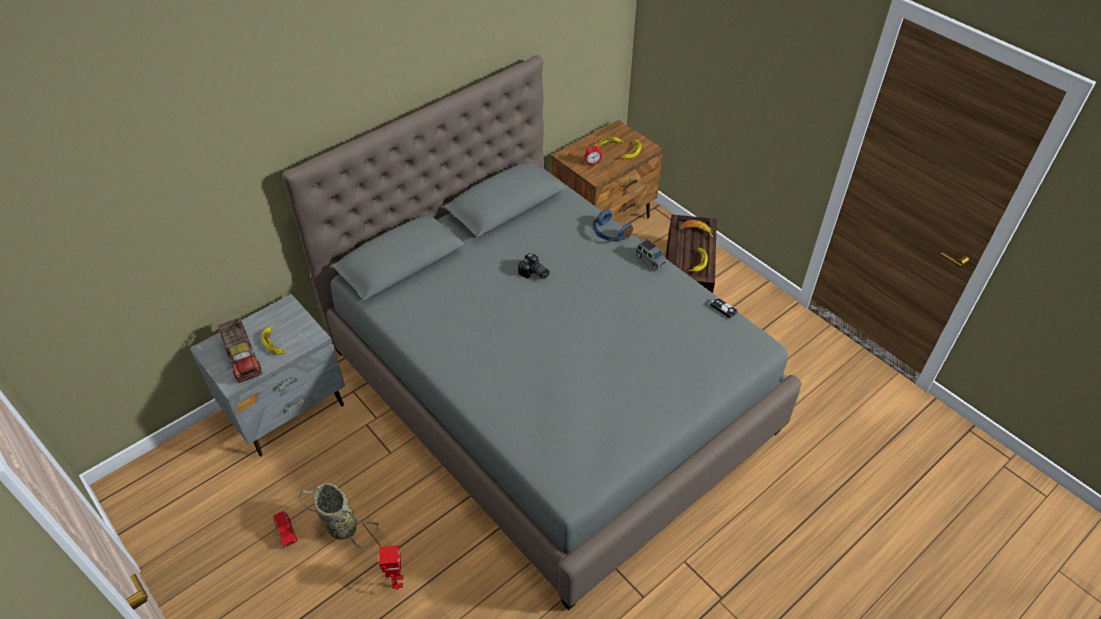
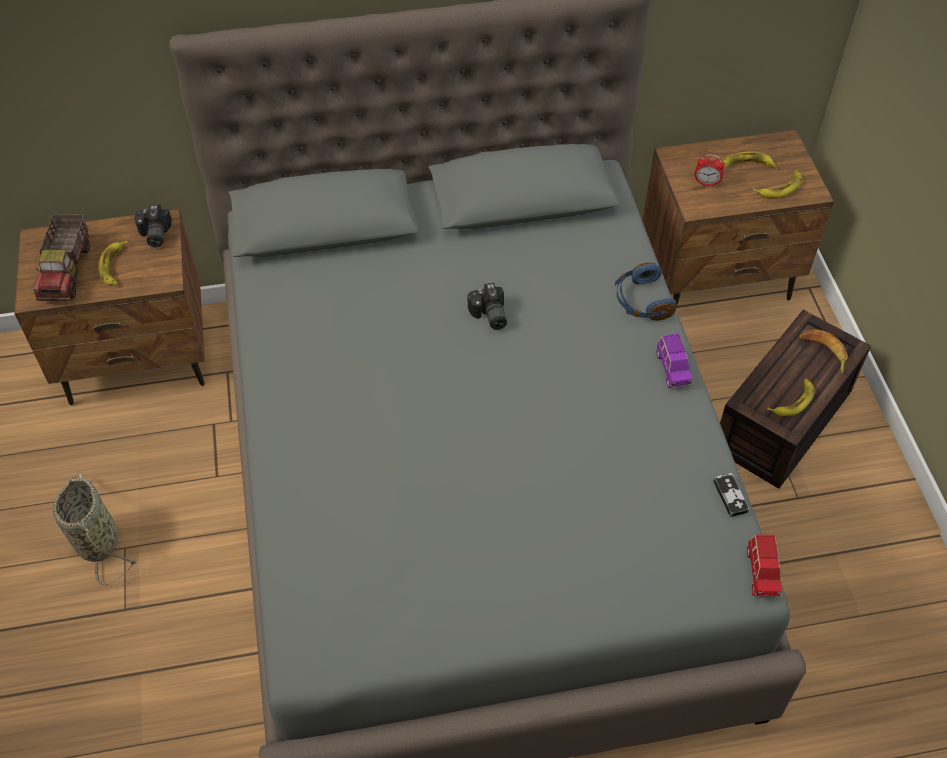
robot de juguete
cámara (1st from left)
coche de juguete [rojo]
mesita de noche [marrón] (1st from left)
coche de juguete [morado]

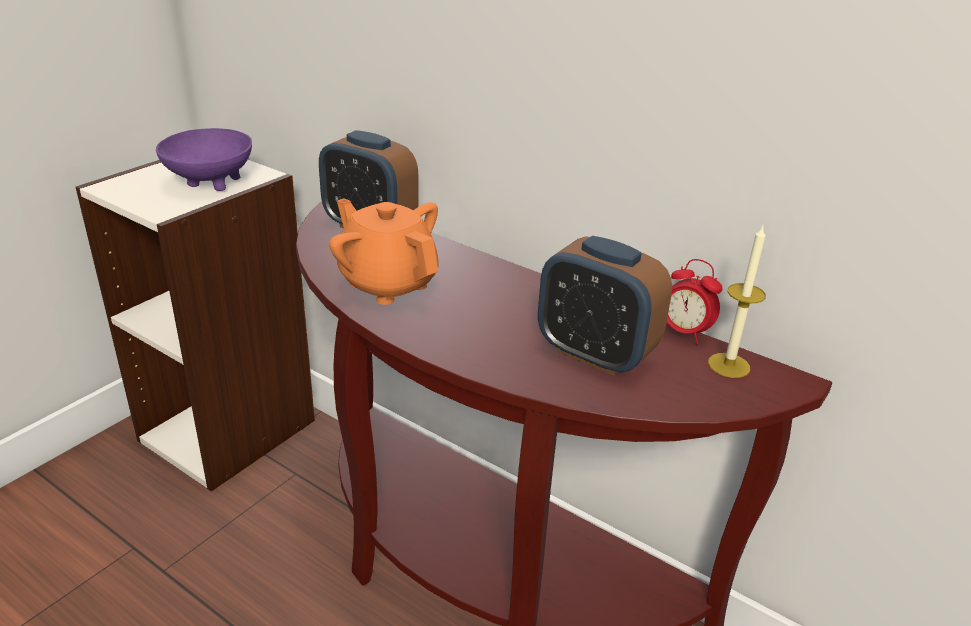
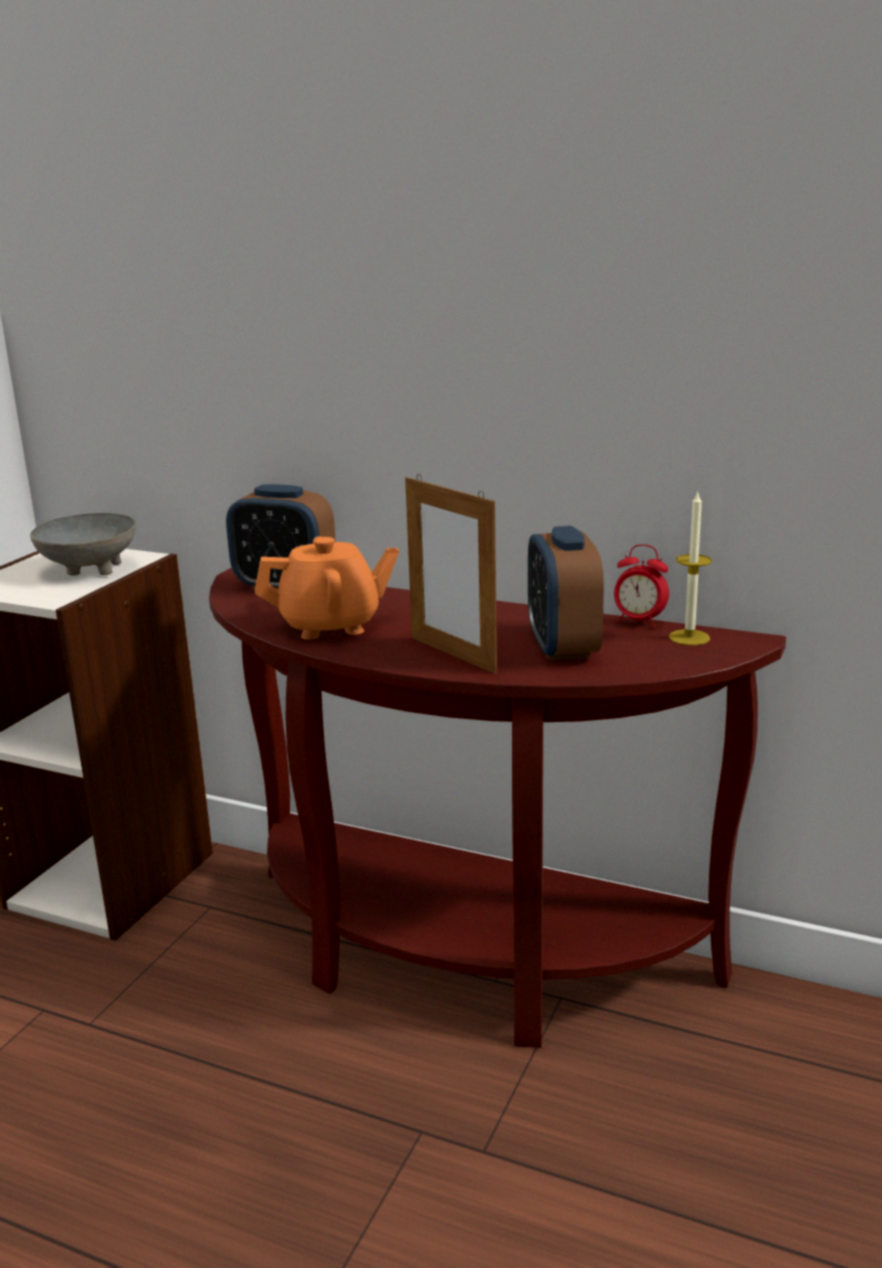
portarretratos
cuenco [gris]
tetera [naranja]
despertador (2nd from left)

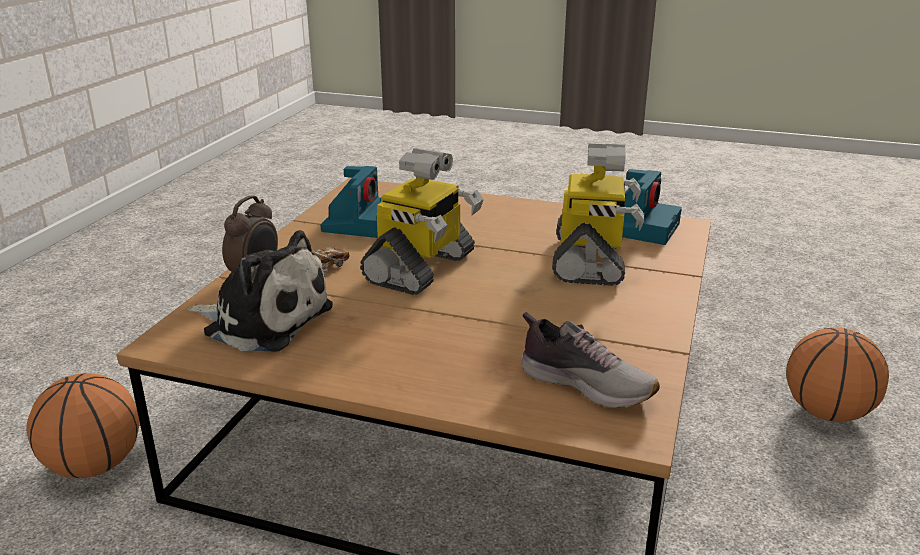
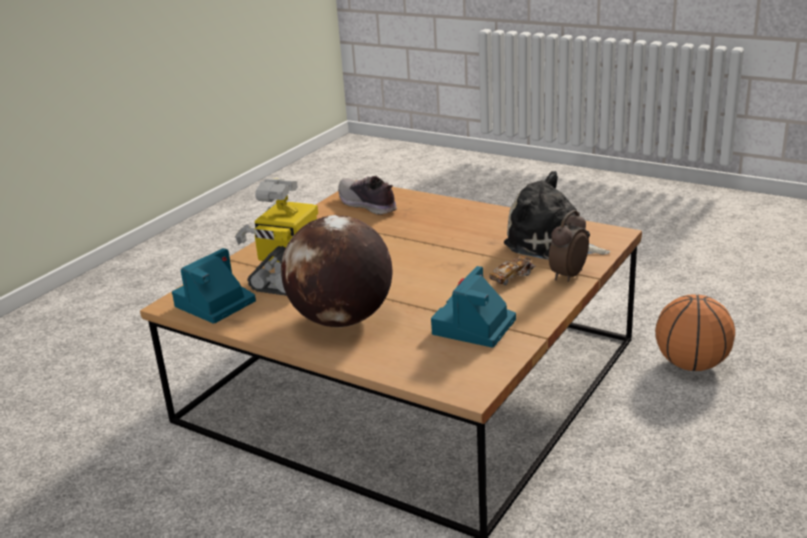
robot de juguete (1st from left in the first image)
balón de baloncesto (2nd from left in the first image)
globo terráqueo

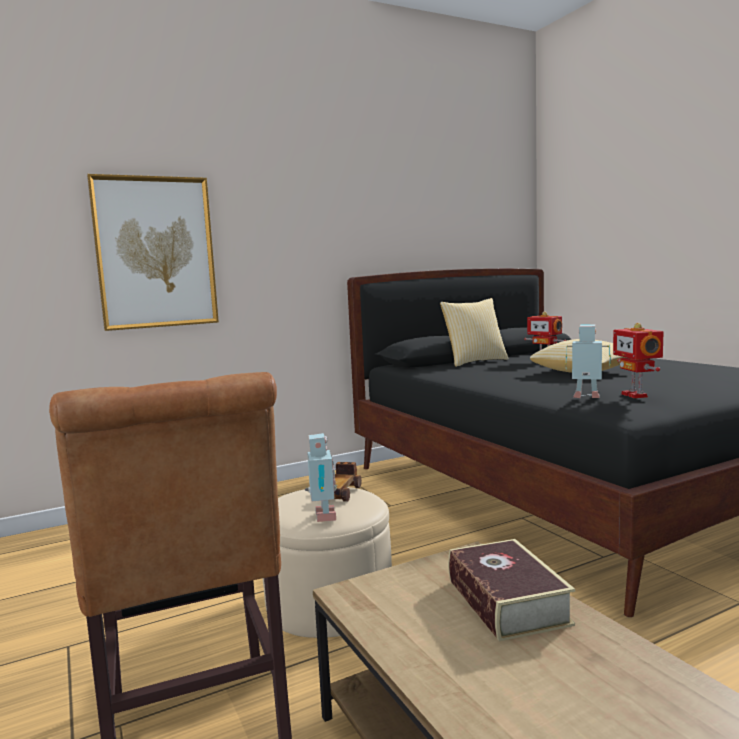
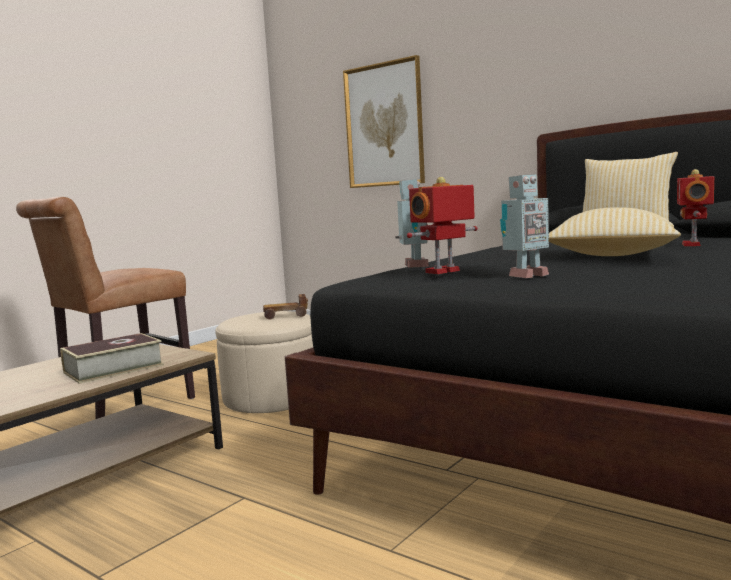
robot de juguete (3rd from left)

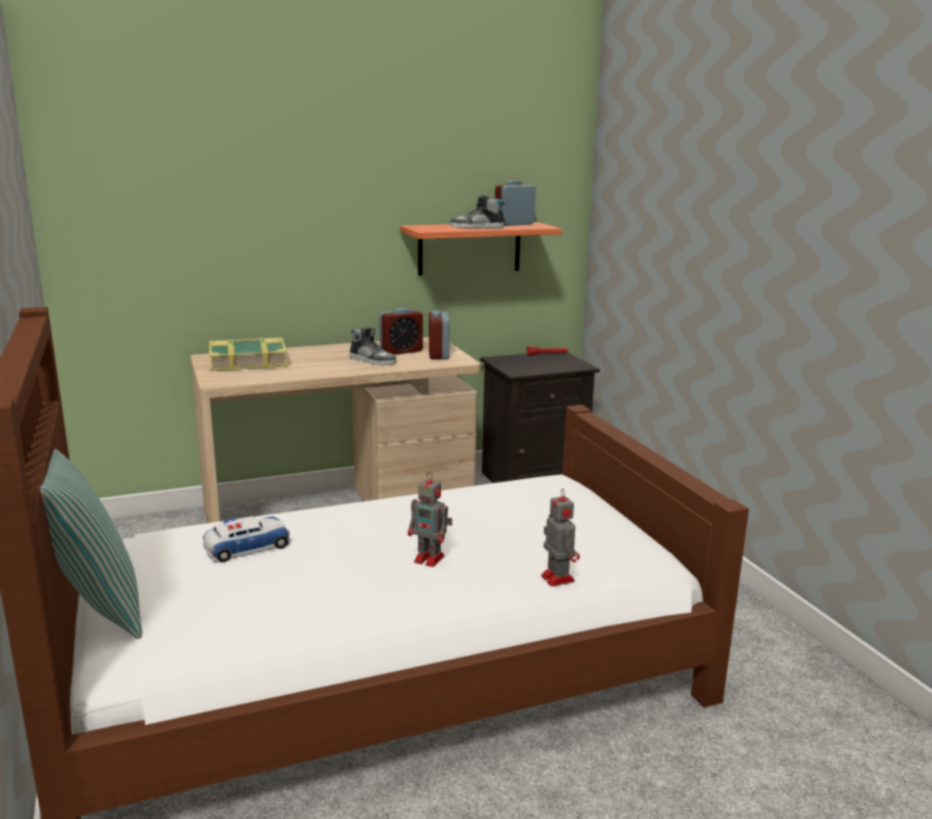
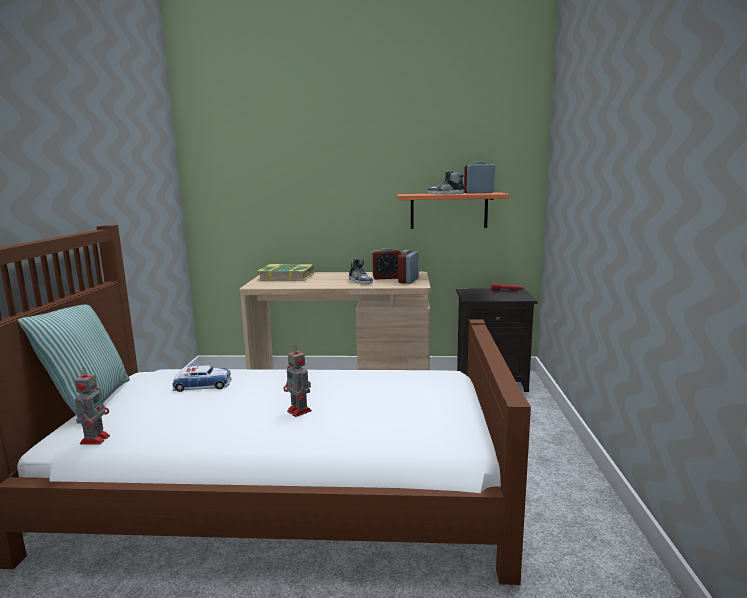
robot de juguete (1st from left)

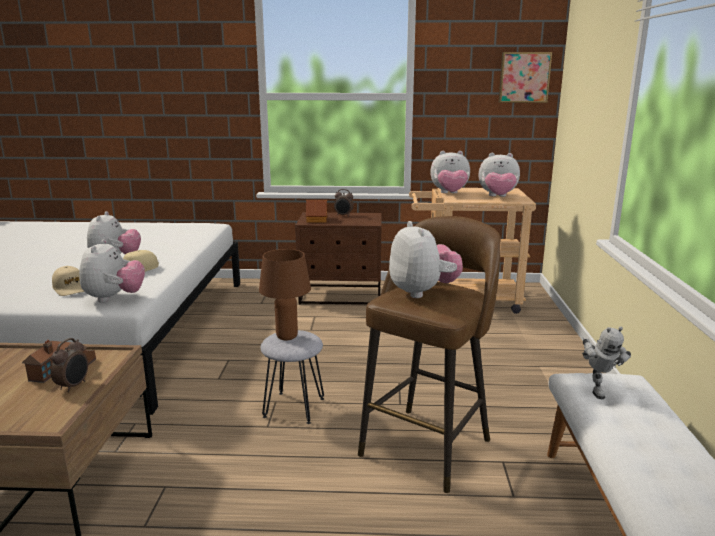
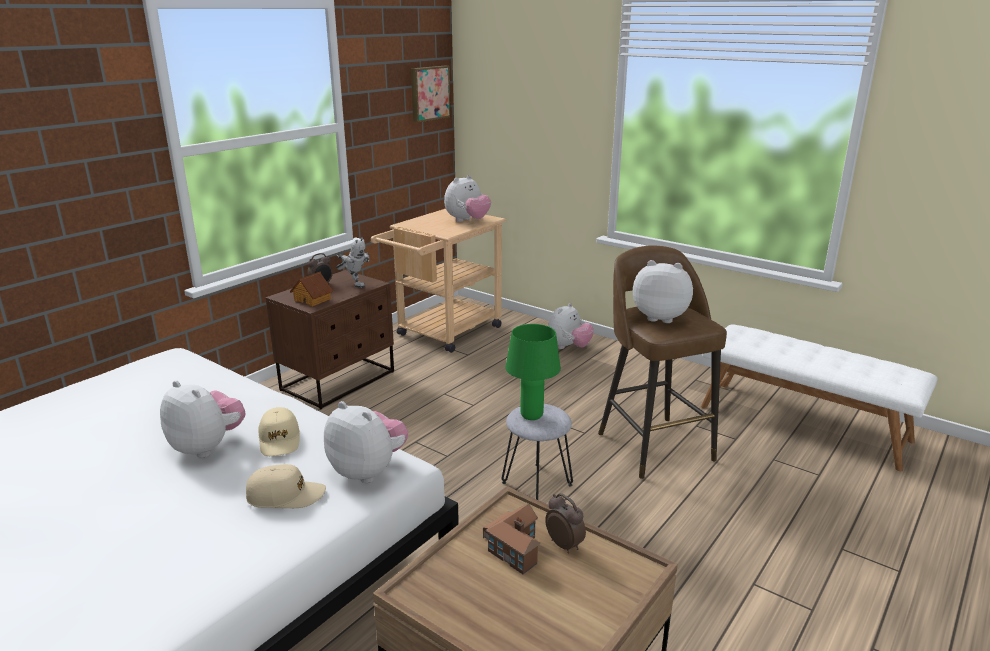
peluche (4th from left)
robot de juguete
lámpara de mesa [verde]

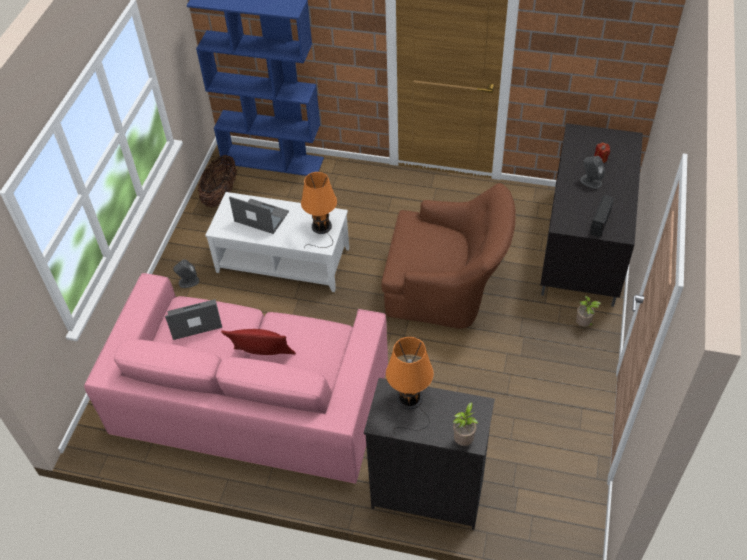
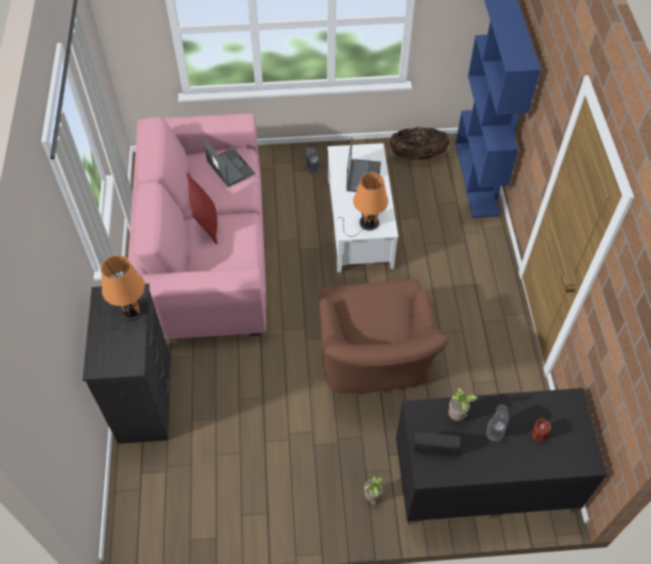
planta en maceta (2nd from left)

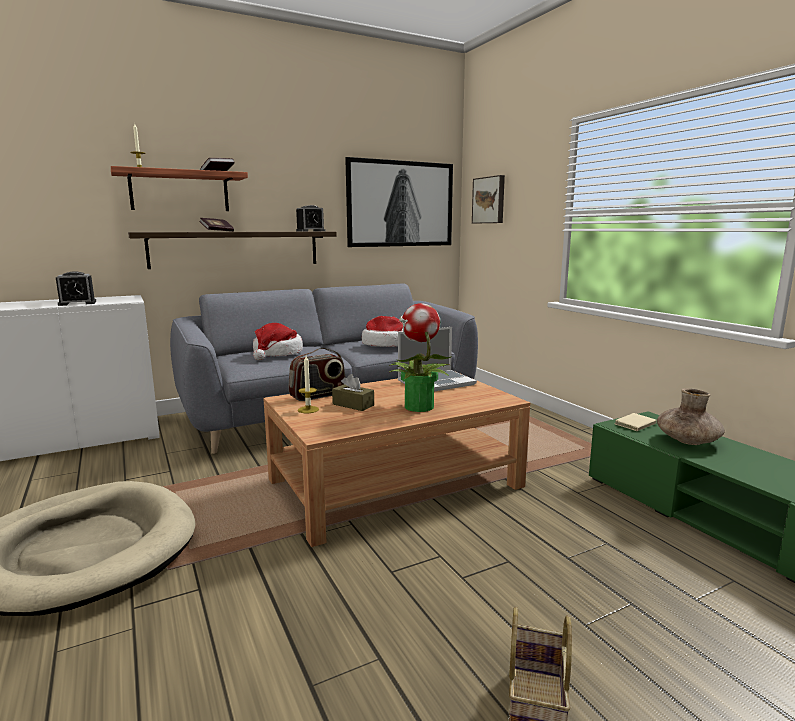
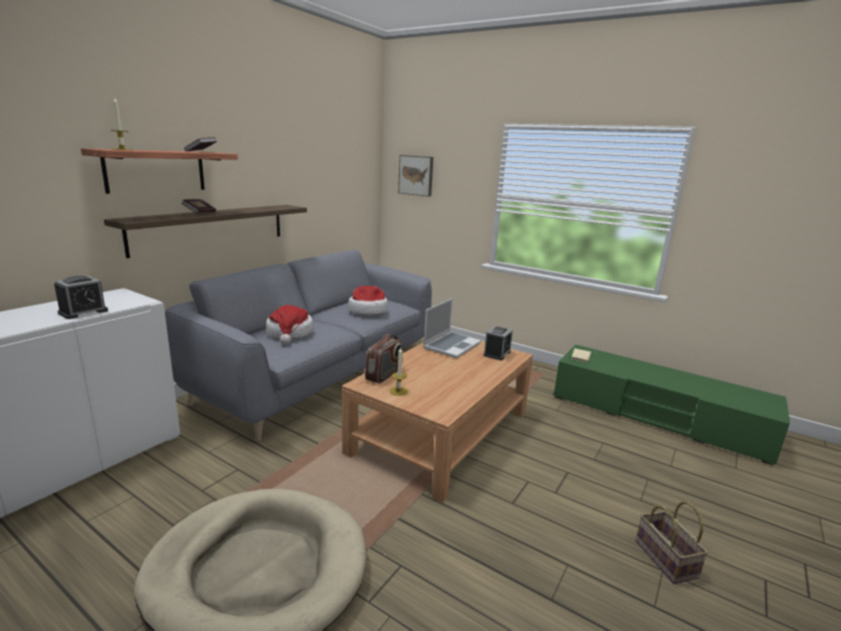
caja de pañuelos [marrón]
cuadro (1st from left in the first image)
planta en maceta
florero [marrón]
despertador (2nd from left)

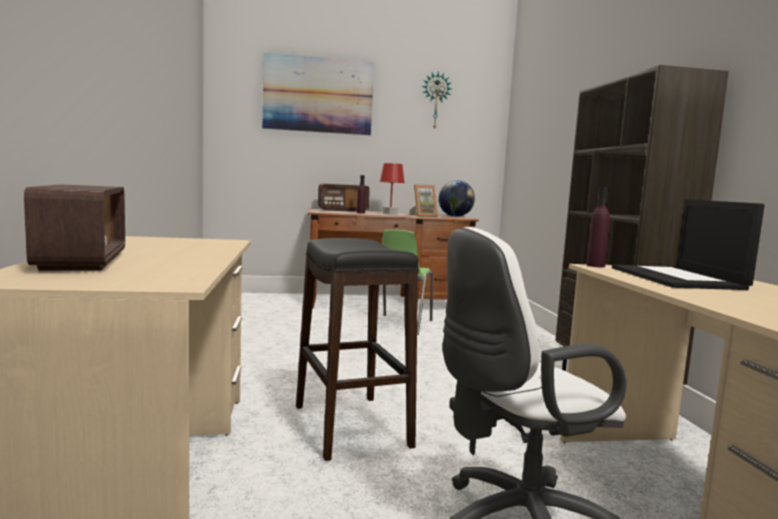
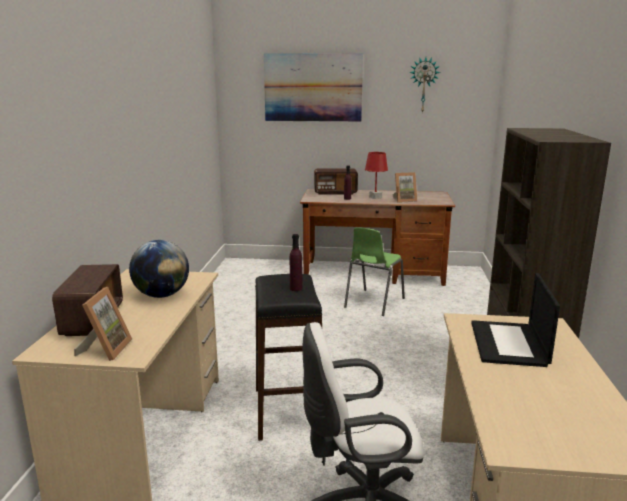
portarretratos (1st from left)
globo terráqueo
botella [morado] (1st from left)

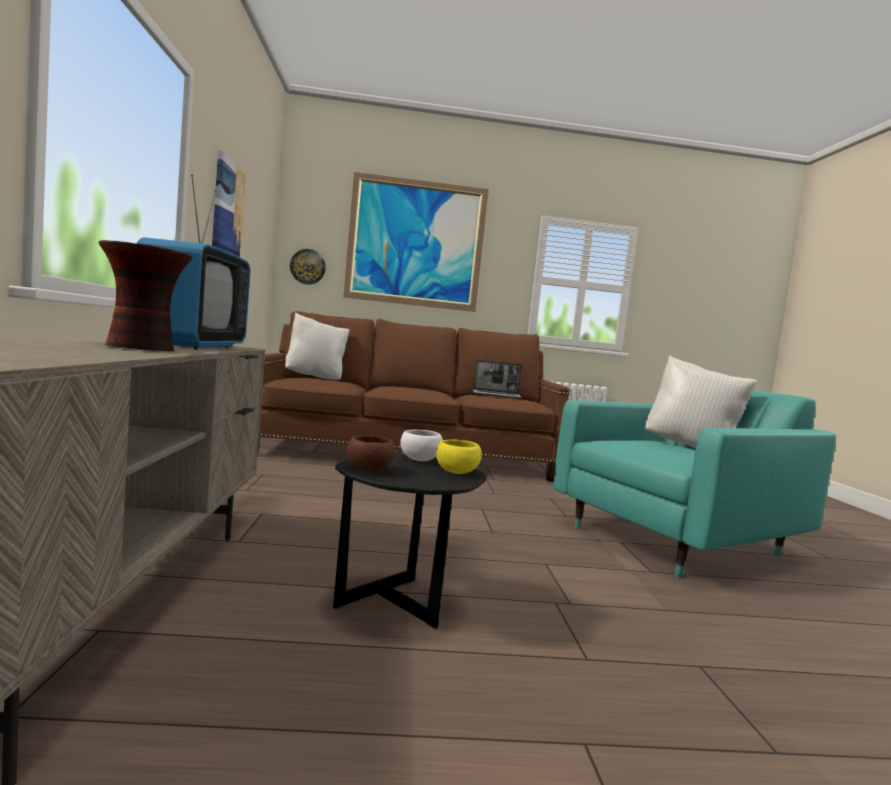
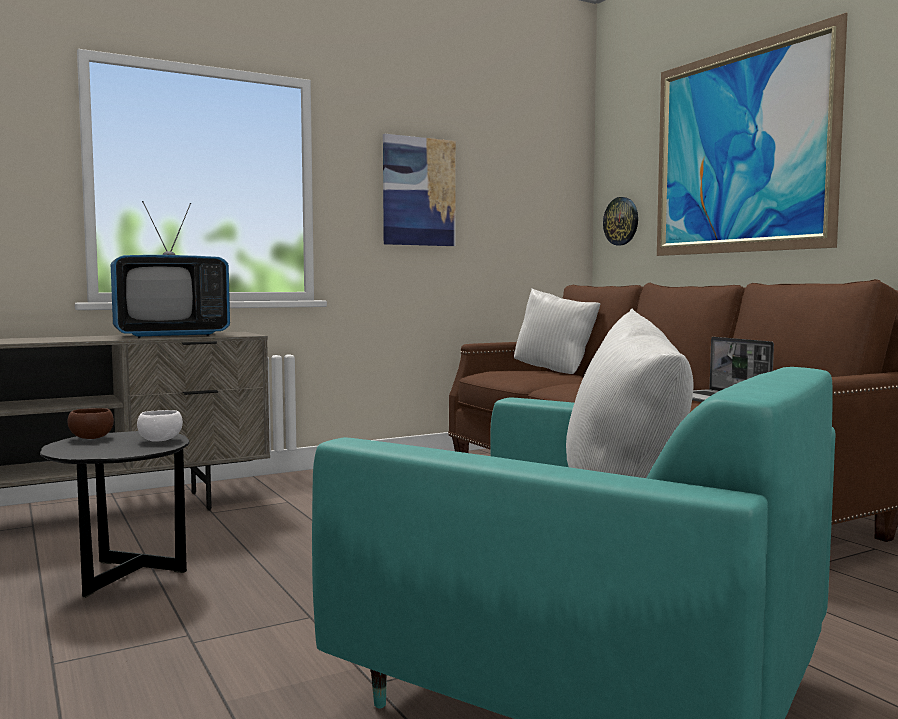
florero
cuenco [amarillo]

